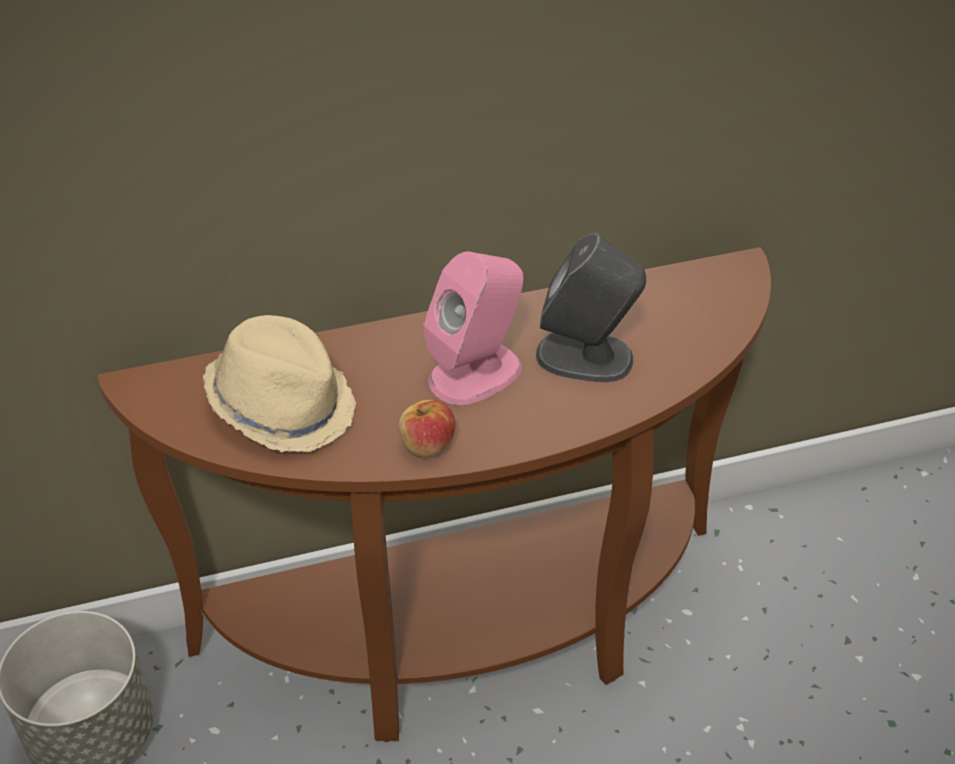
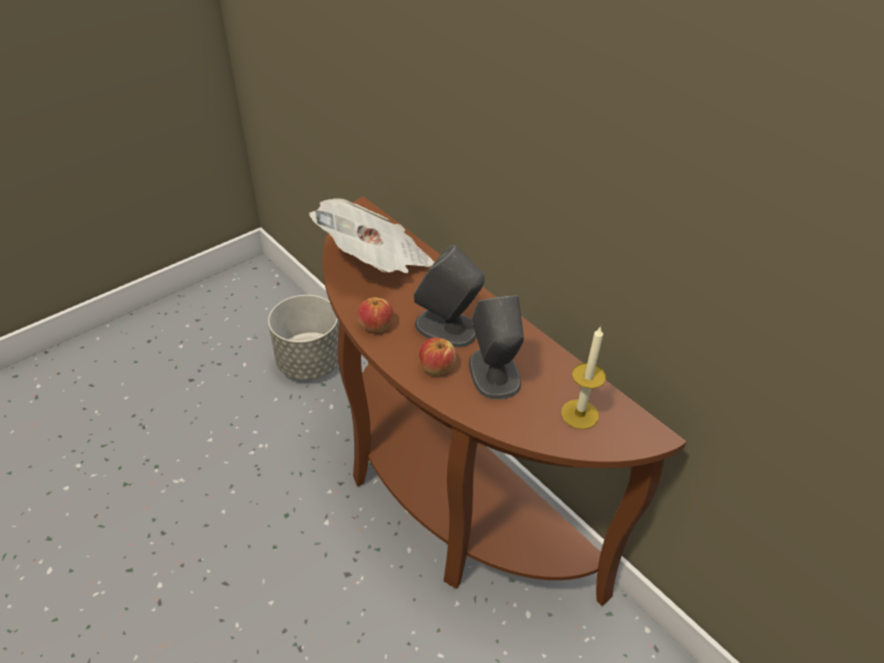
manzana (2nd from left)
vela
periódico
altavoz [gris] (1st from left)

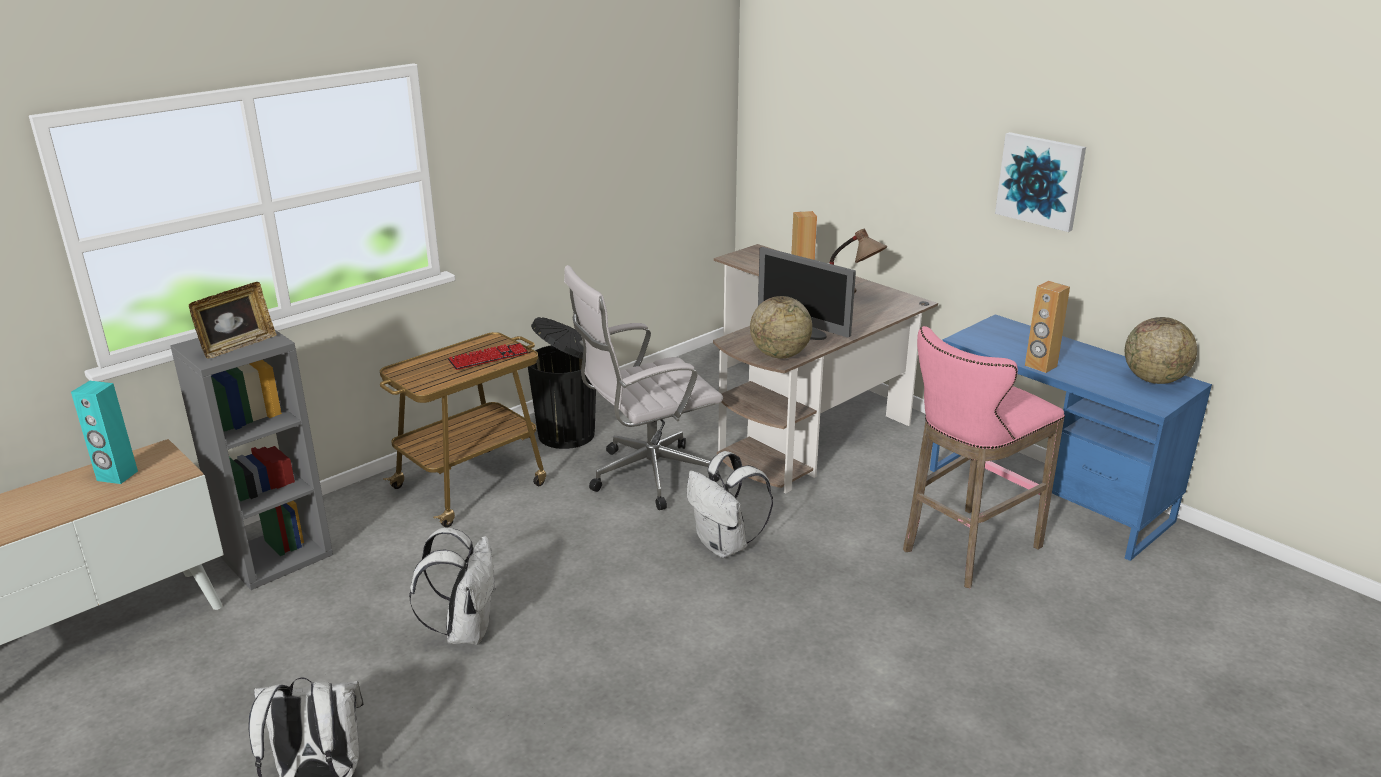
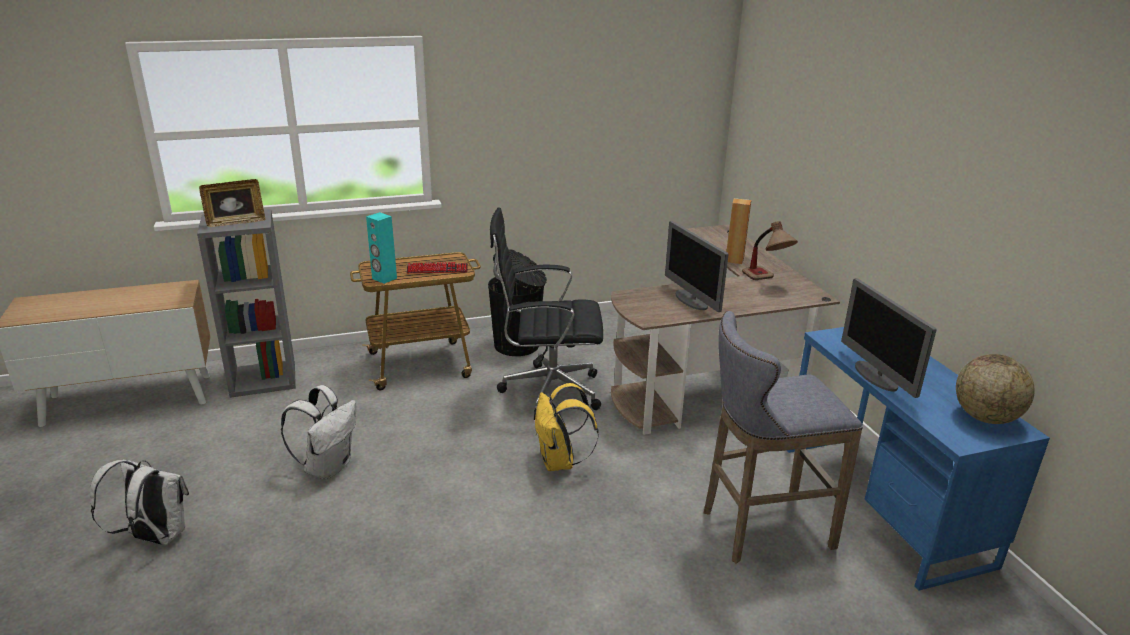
globo terráqueo (1st from left in the first image)
cuadro
altavoz [turquesa]
monitor (2nd from left)
silla de oficina [negro]
mochila [amarillo]
taburete [gris]

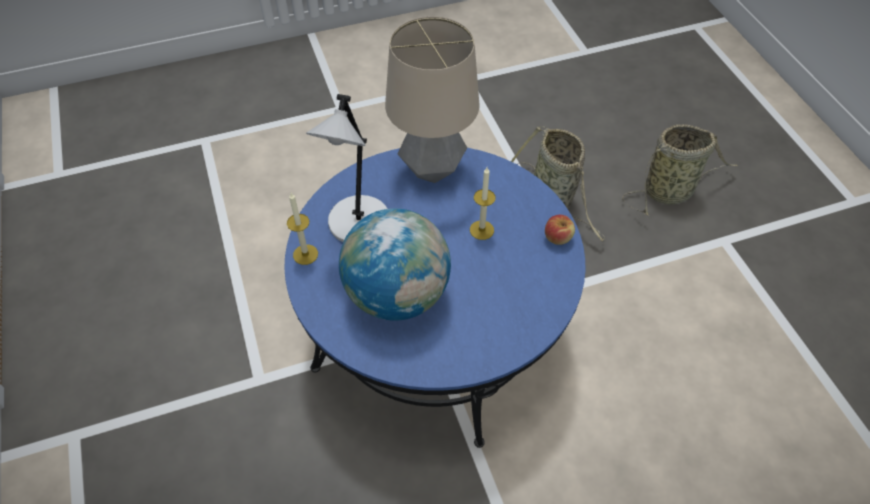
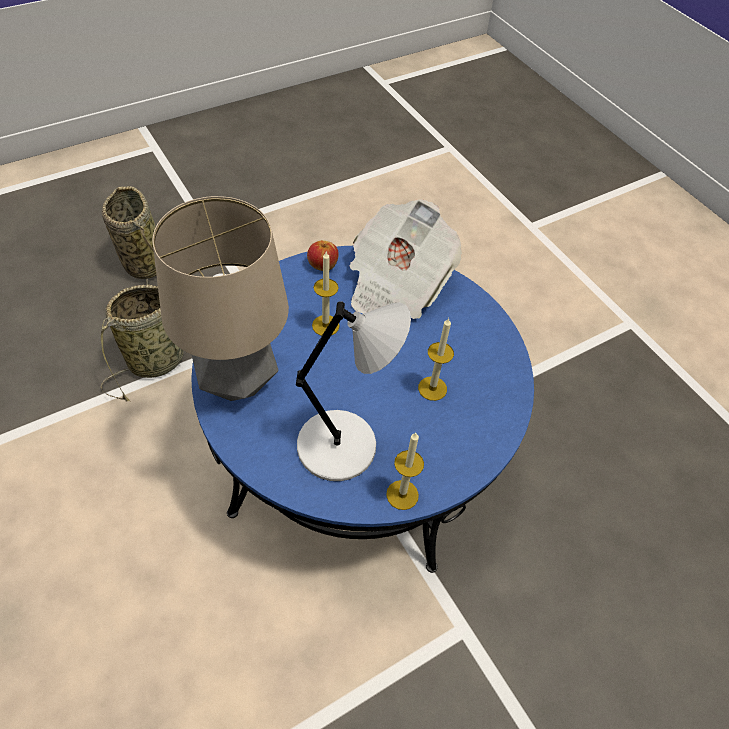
periódico
vela (3rd from left)

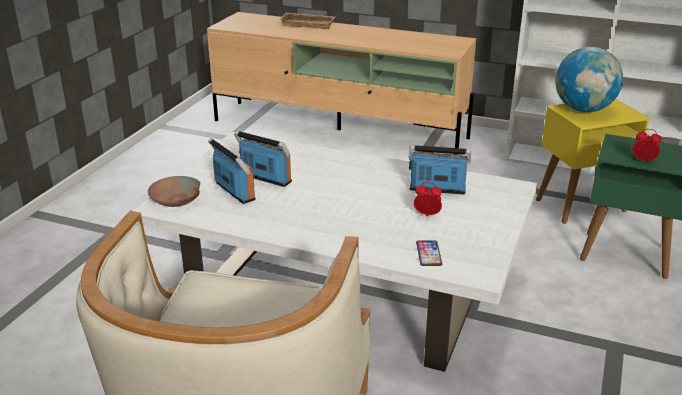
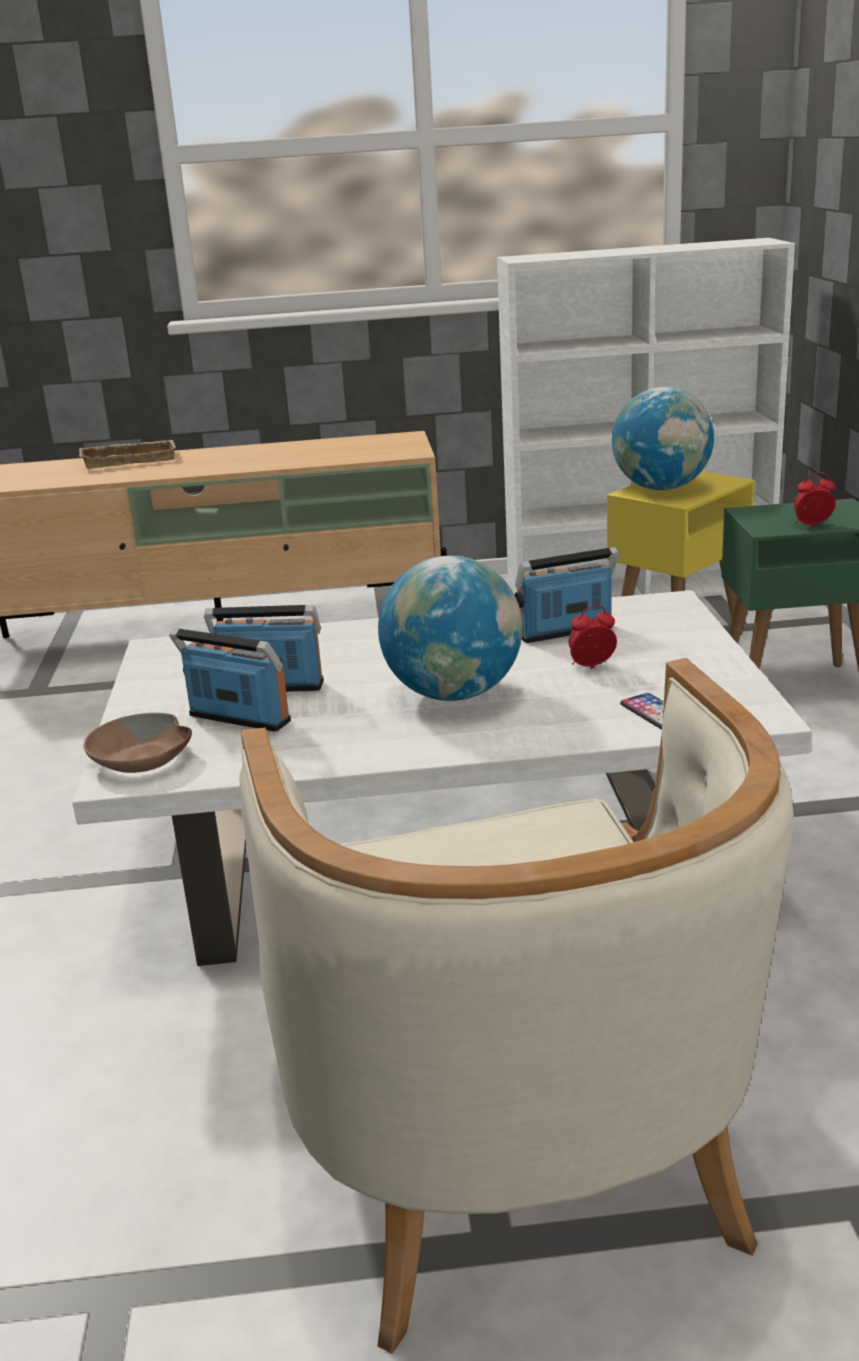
globo terráqueo (1st from left)

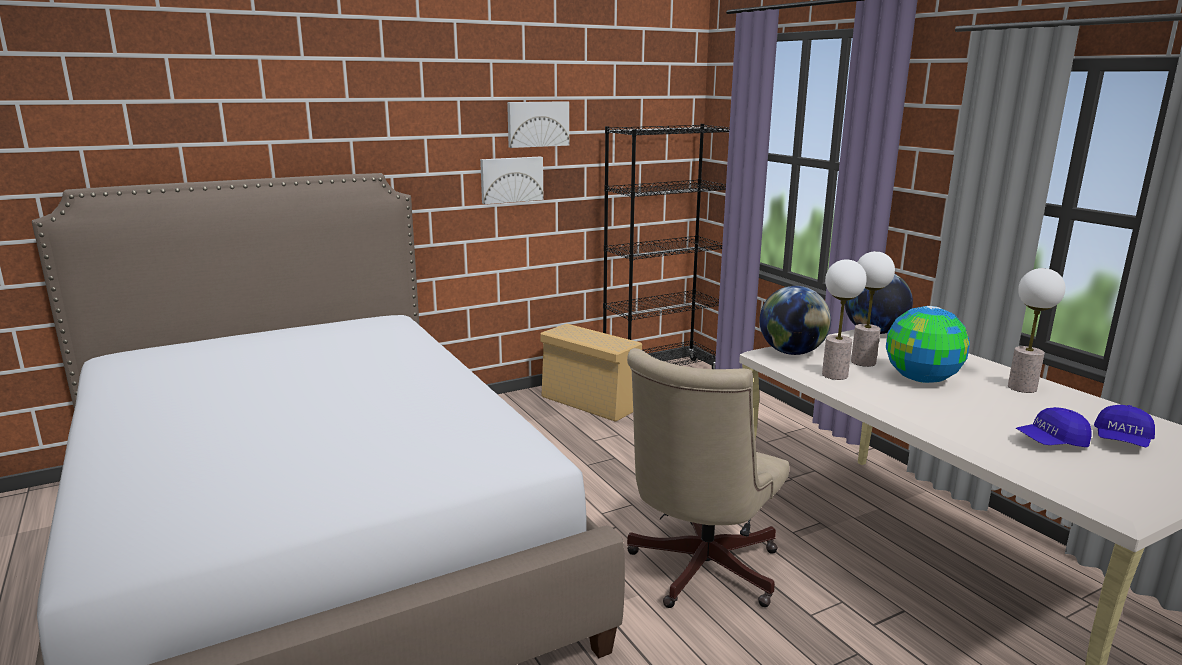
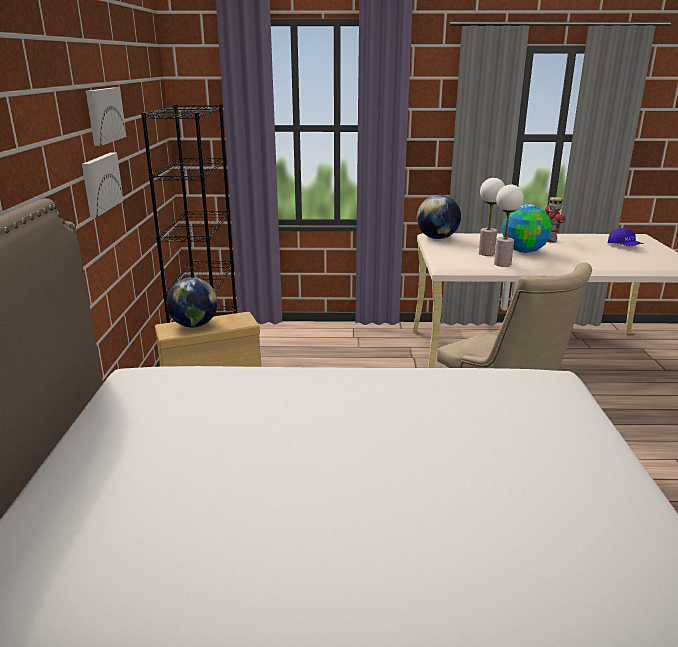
gorra [azul] (1st from left in the first image)
globo terráqueo (1st from left)
robot de juguete

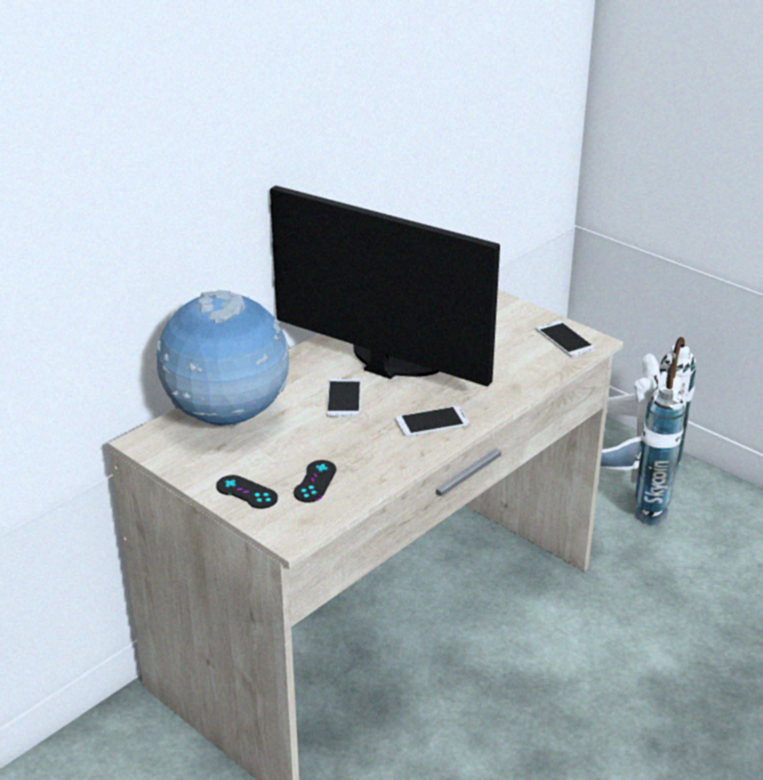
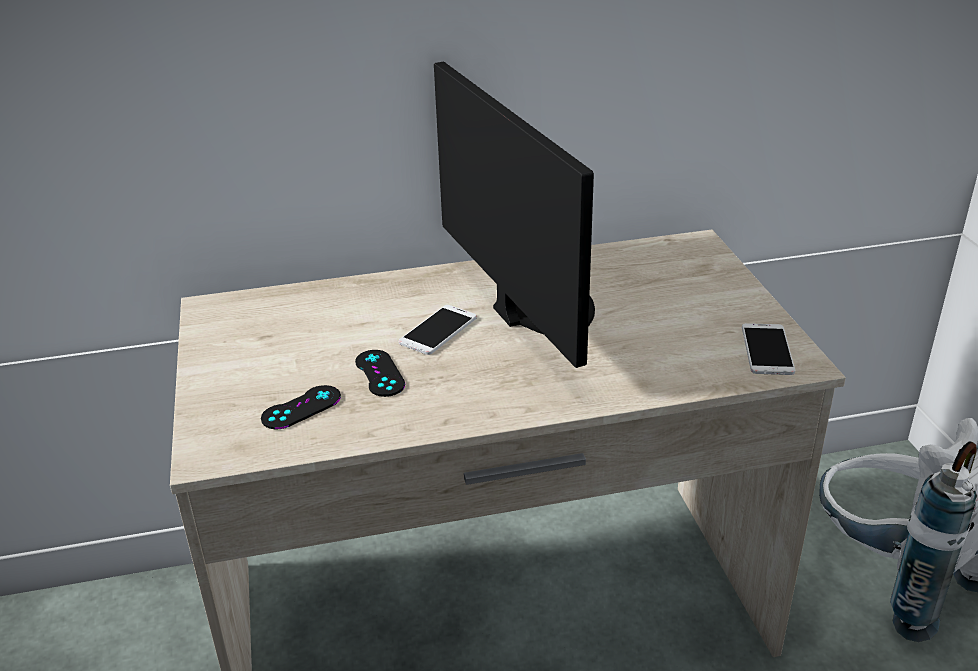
globo terráqueo
móvil (2nd from left in the first image)
mando de consola [negro] (2nd from left)

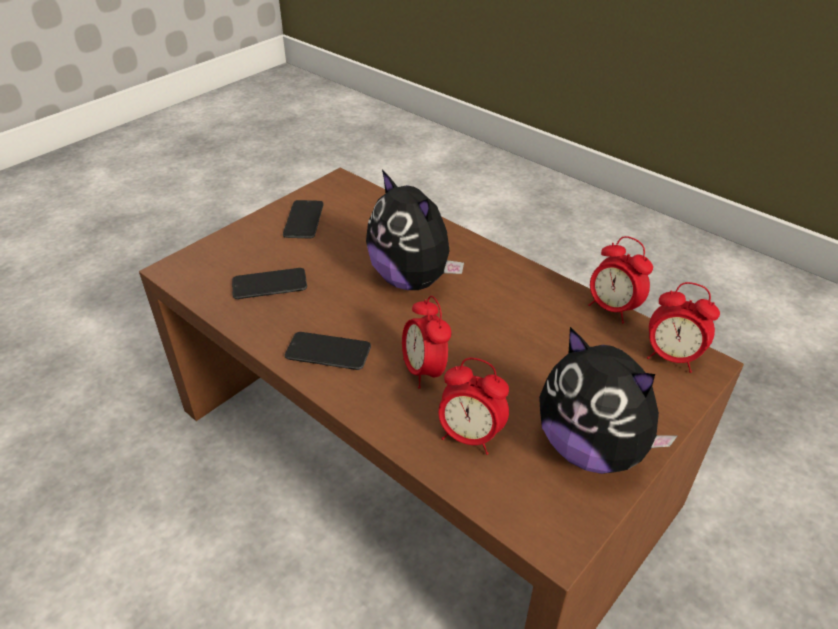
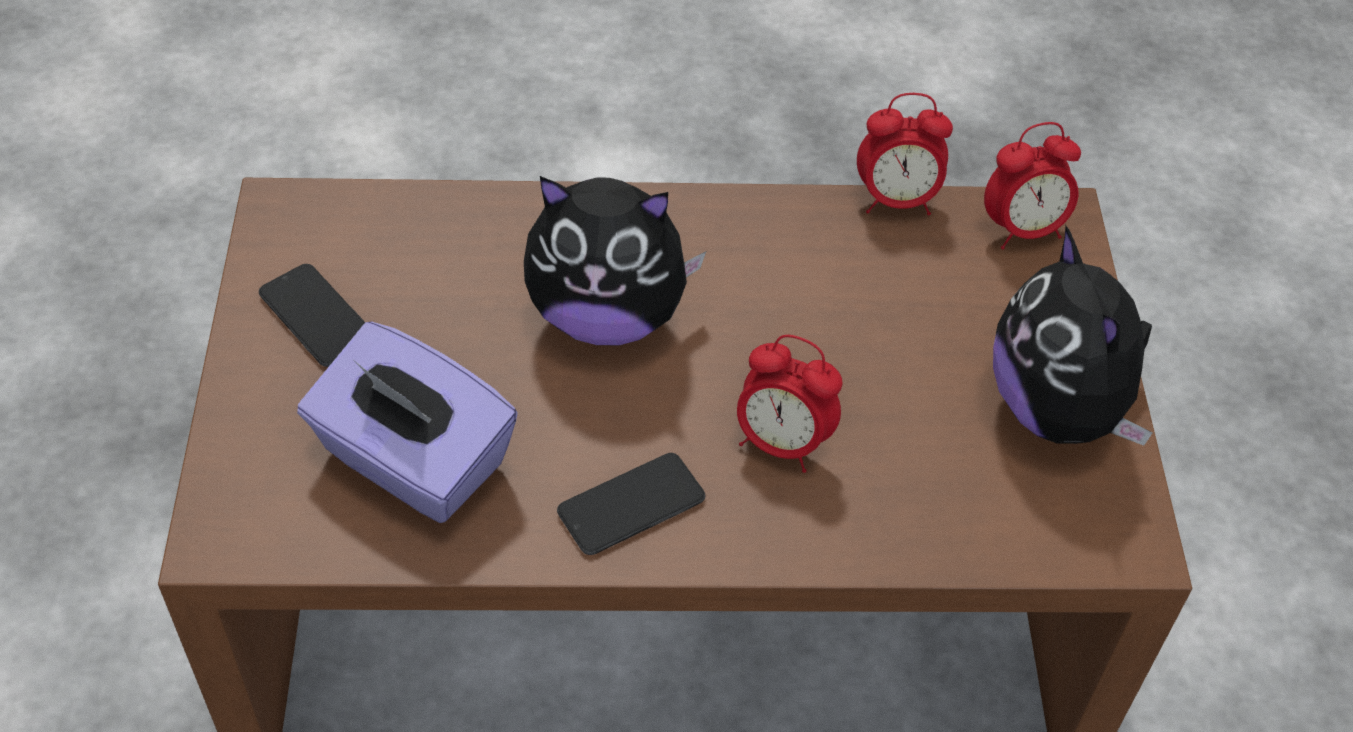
despertador (2nd from left in the first image)
caja de pañuelos [morado]
peluche (2nd from left)

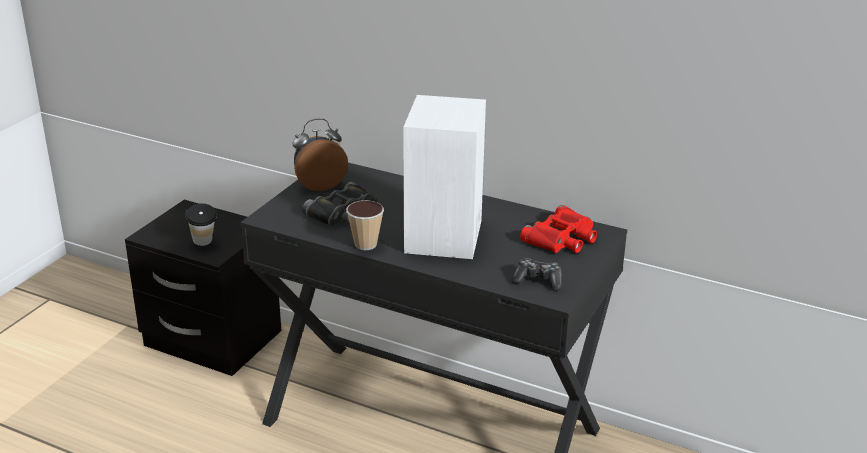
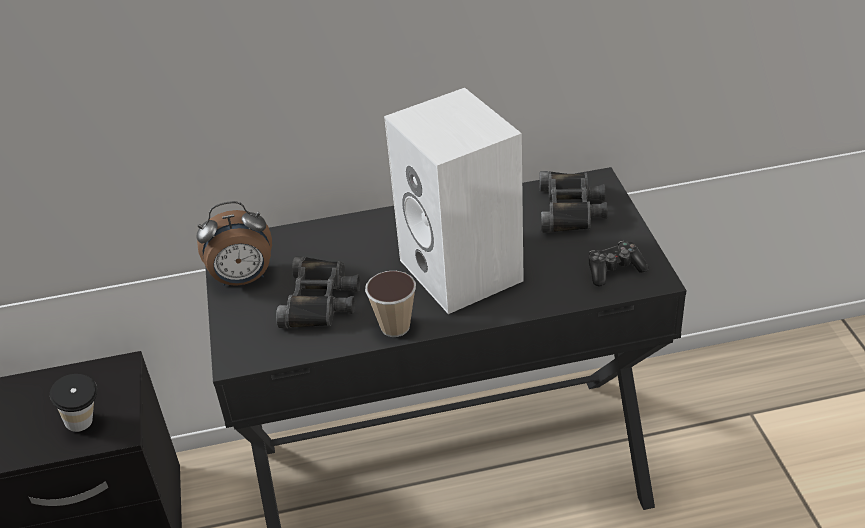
prismáticos [negro] (2nd from left)
despertador

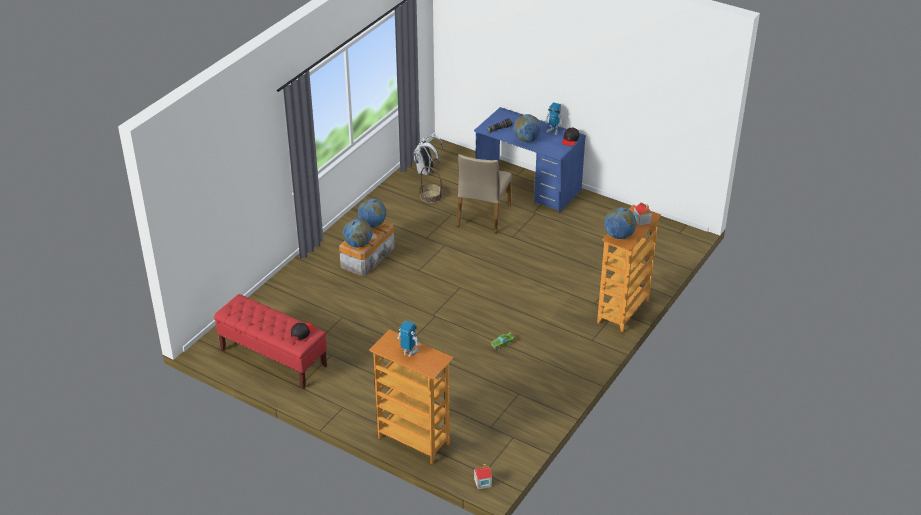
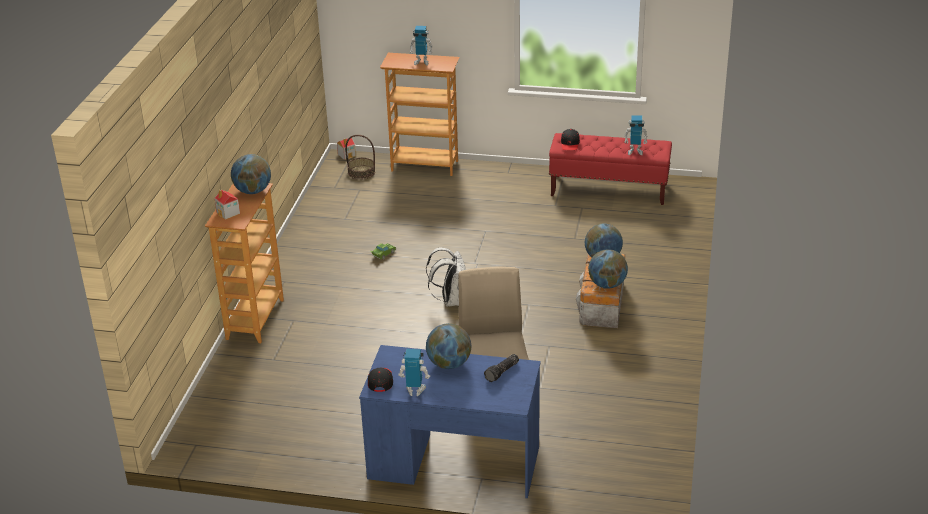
robot de juguete (3rd from left)
mochila [blanco]
cesta

